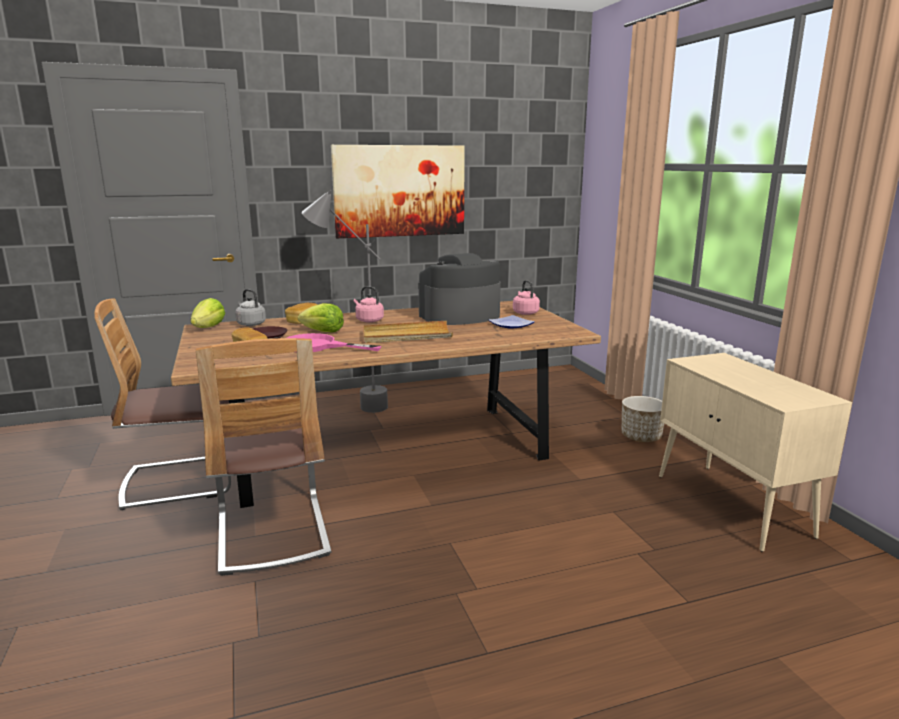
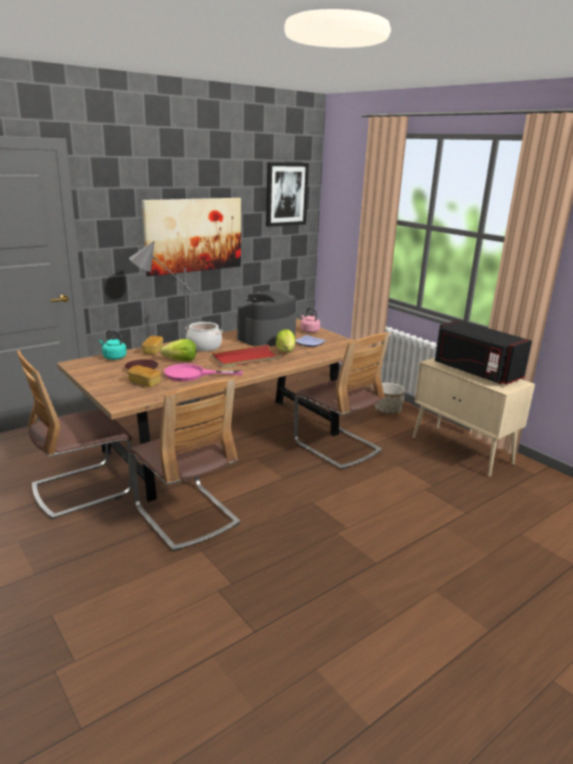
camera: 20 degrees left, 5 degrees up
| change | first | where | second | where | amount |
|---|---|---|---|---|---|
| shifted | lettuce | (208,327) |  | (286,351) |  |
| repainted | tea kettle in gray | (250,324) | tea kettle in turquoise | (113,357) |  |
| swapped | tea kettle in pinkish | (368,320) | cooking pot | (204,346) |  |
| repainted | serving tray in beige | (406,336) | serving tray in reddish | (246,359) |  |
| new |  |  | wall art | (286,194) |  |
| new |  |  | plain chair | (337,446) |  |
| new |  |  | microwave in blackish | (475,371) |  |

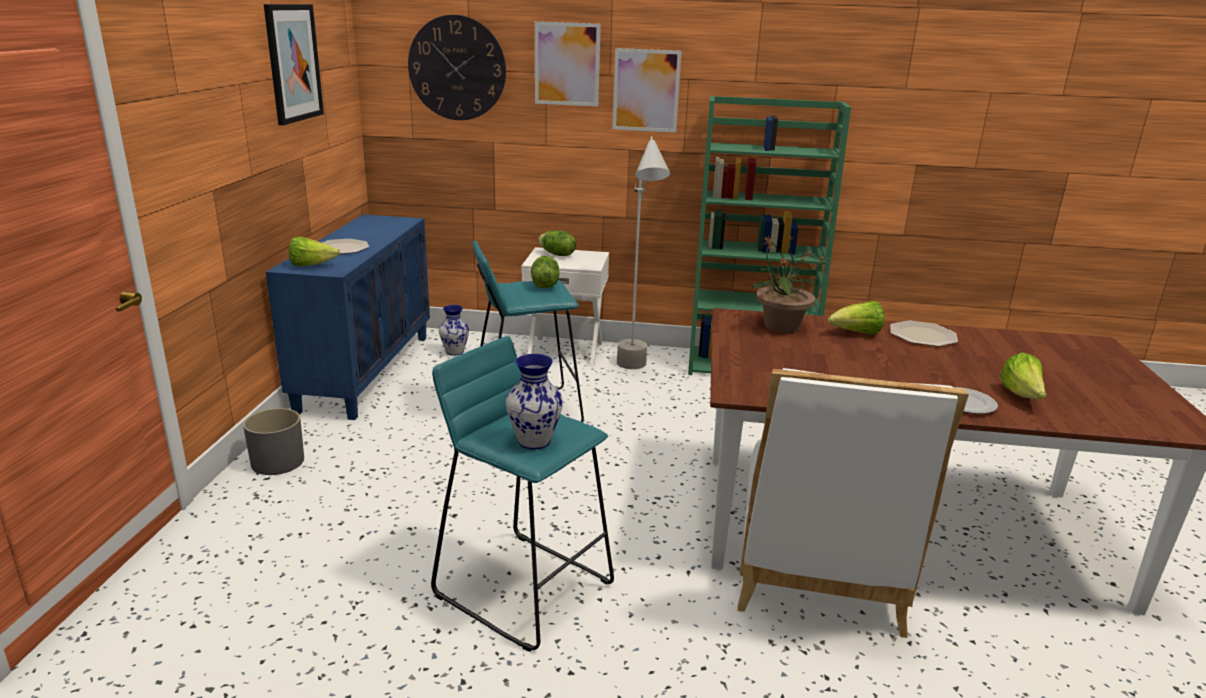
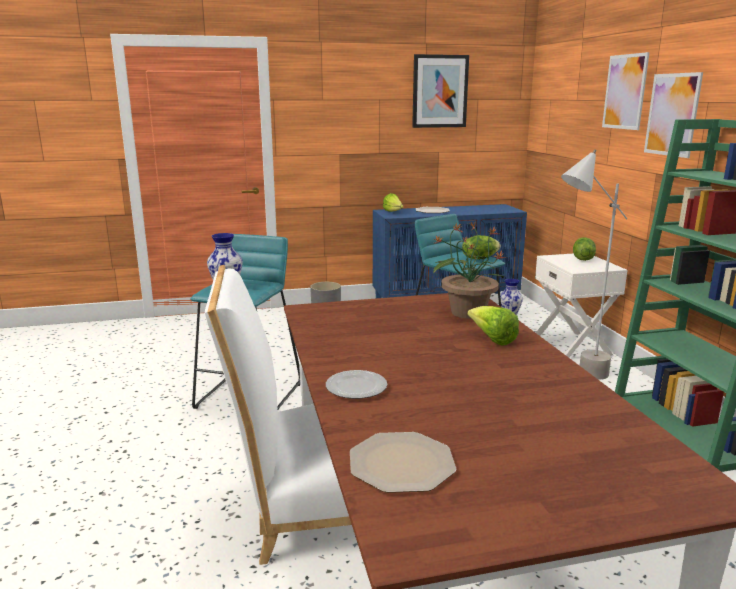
camera: 70 degrees right, 5 degrees down
| change | first | where | second | where | amount |
|---|---|---|---|---|---|
| gone | hanging clock | (457,68) |  |  |  |
| shifted | flat dish | (923,335) |  | (402,464) |  |
| gone | lettuce | (1022,396) |  |  |  |

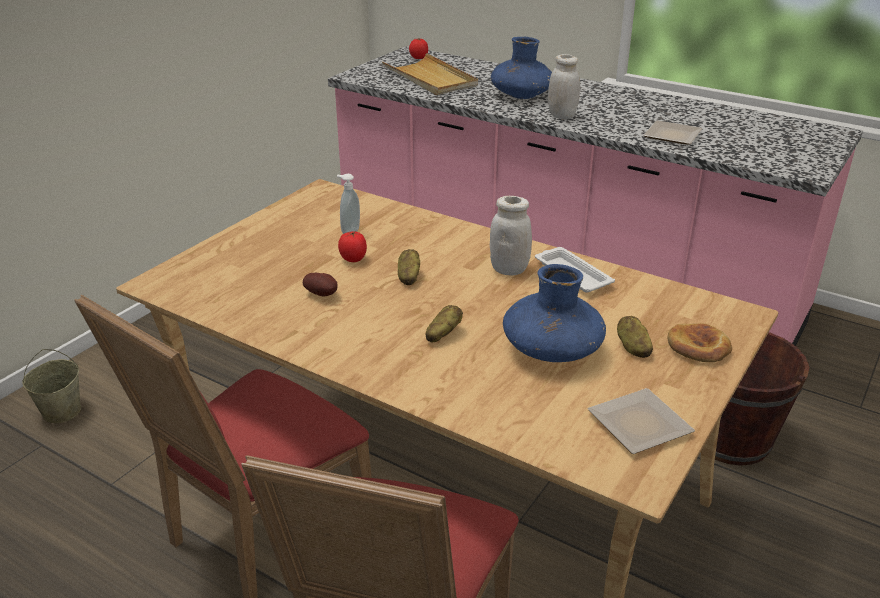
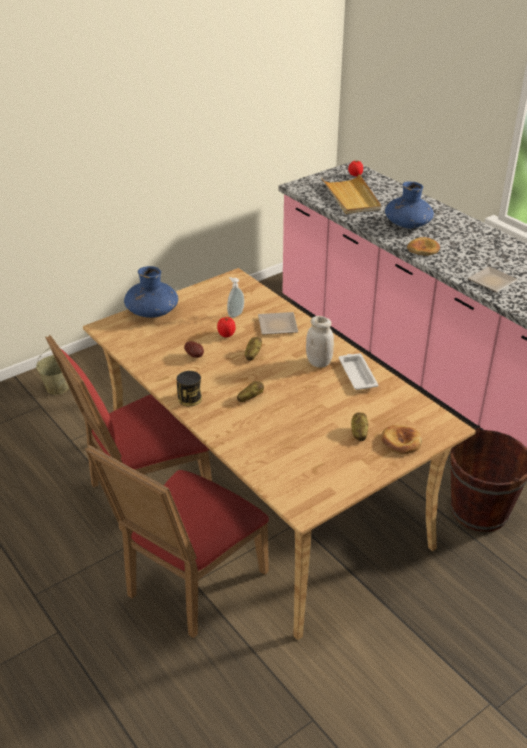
camera: 20 degrees right, 5 degrees up
| change | first | where | second | where | amount |
|---|---|---|---|---|---|
| shifted | decorative vase in blue-coloured | (552,349) |  | (152,311) |  |
| swapped | jar in white-coloured | (561,116) | baked bread | (423,249) |  |
| shifted | flat dish | (640,422) |  | (279,325) |  |
| new |  |  | can | (190,398) |  |

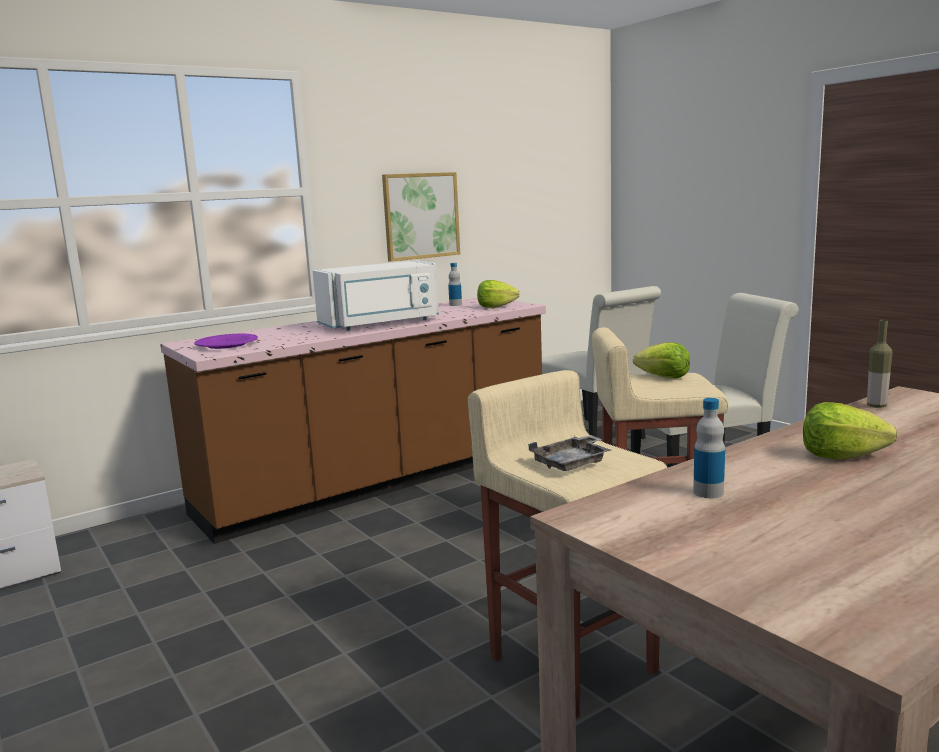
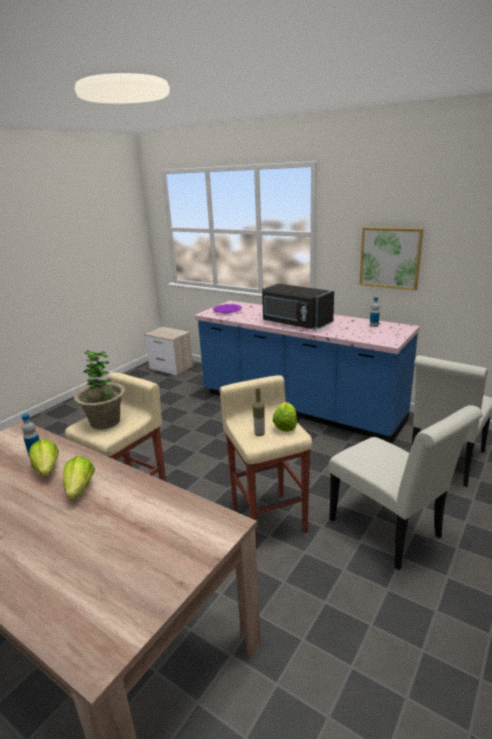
camera: 70 degrees right, 10 degrees up
| change | first | where | second | where | amount |
|---|---|---|---|---|---|
| repainted | kitchen counter in brown | (380,482) | kitchen counter in blue-coloured | (298,407) |  |
| repainted | microwave in white-coloured | (381,323) | microwave in blackish | (295,323) |  |
| shifted | lettuce | (496,306) |  | (47,470) |  |
| swapped | serving tray in gray | (572,463) | houseplant | (105,422) |  |
| shifted | beverage bottle | (876,406) |  | (259,434) |  |

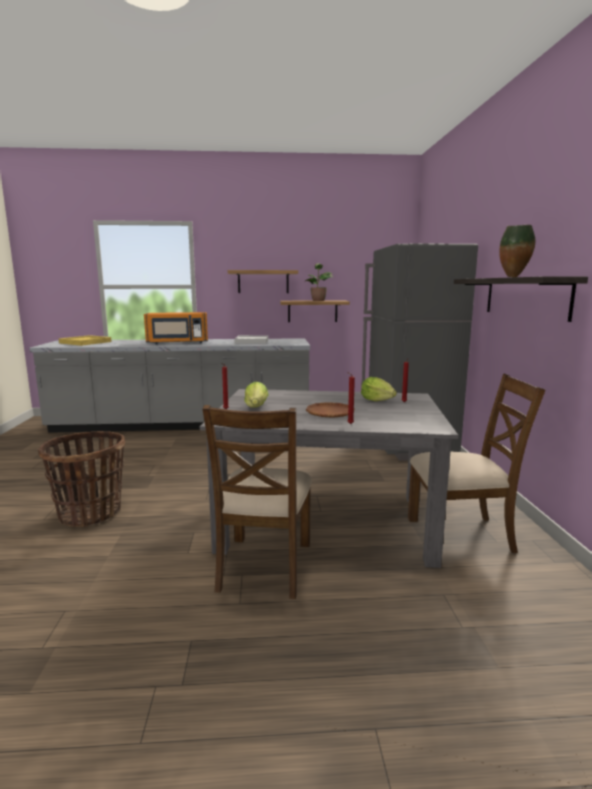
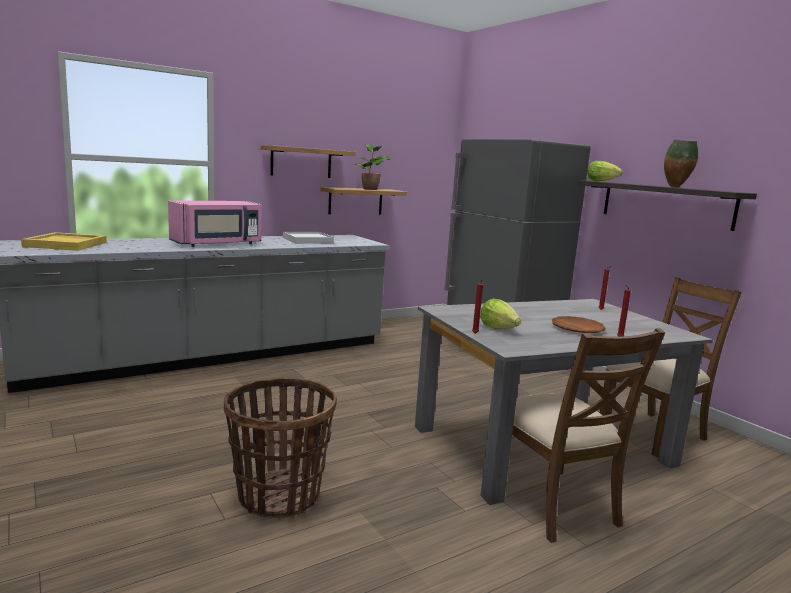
camera: 30 degrees left, 0 degrees up
| change | first | where | second | where | amount |
|---|---|---|---|---|---|
| repainted | microwave in orange | (178,343) | microwave in pinkish | (218,244) |  |
| shifted | lettuce | (377,401) |  | (601,181) |  |

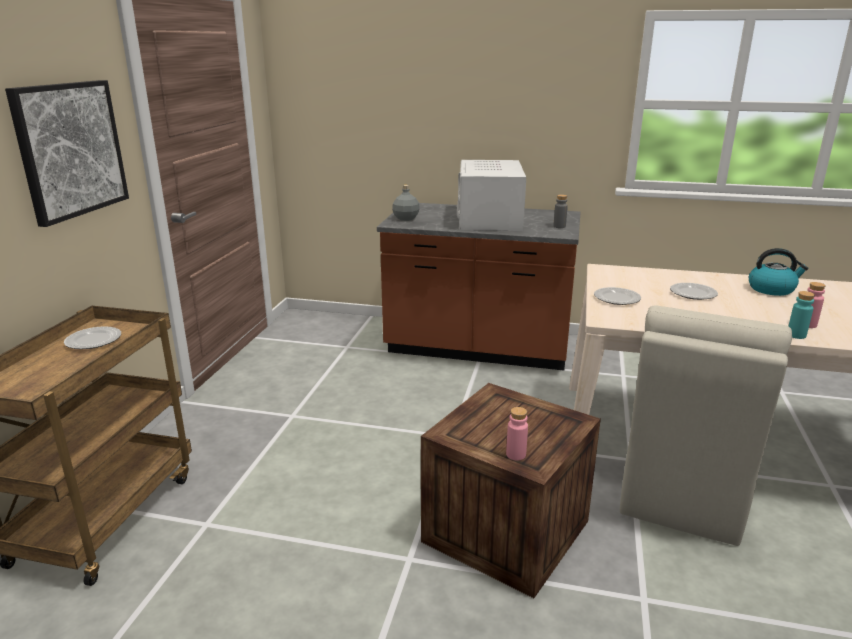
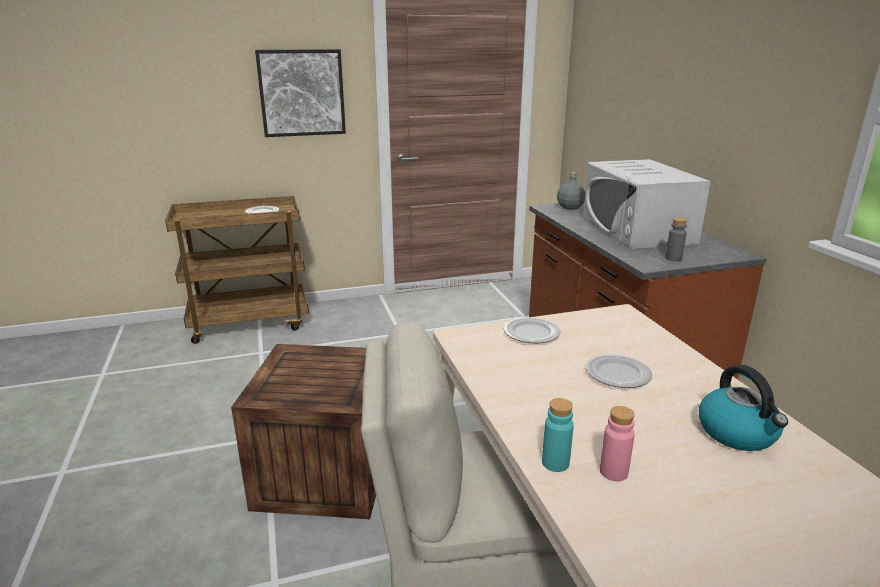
camera: 60 degrees right, 0 degrees up
| change | first | where | second | where | amount |
|---|---|---|---|---|---|
| rotated | microwave in white-coloured | (489,218) |  | (637,230) | 75 degrees counterclockwise |
| gone | beverage bottle in pinkish | (516,454) |  |  |  |

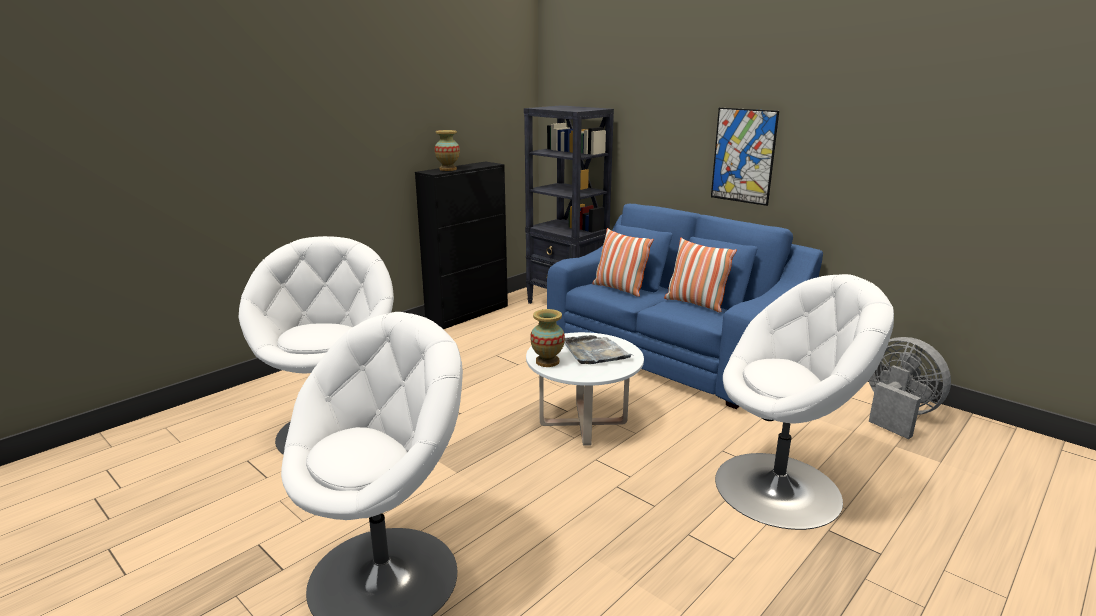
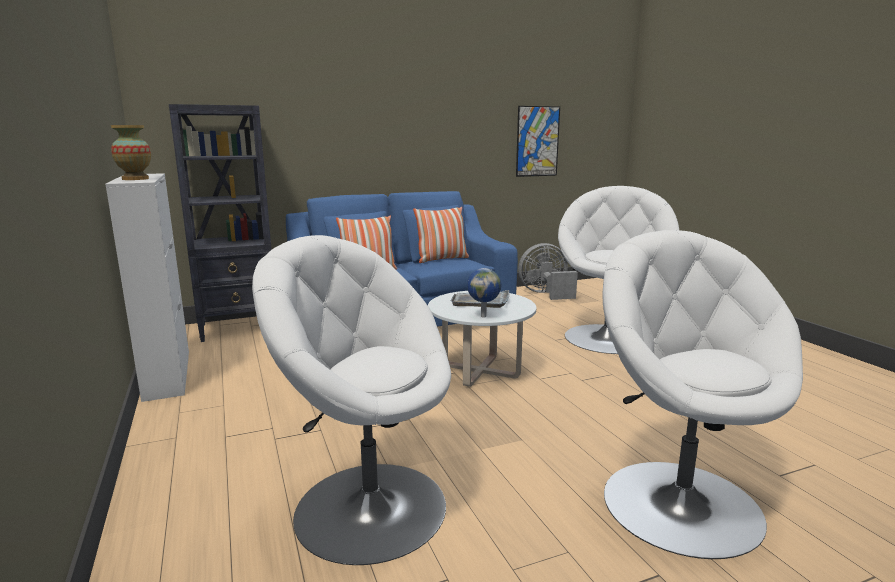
camera: 65 degrees left, 5 degrees down
| change | first | where | second | where | amount |
|---|---|---|---|---|---|
| repainted | storage cabinet in blackish | (468,314) | storage cabinet in white-coloured | (167,374) |  |
| swapped | decorative vase | (547,362) | globe | (483,316) |  |
| shifted | wall art | (743,156) |  | (537,141) |  |

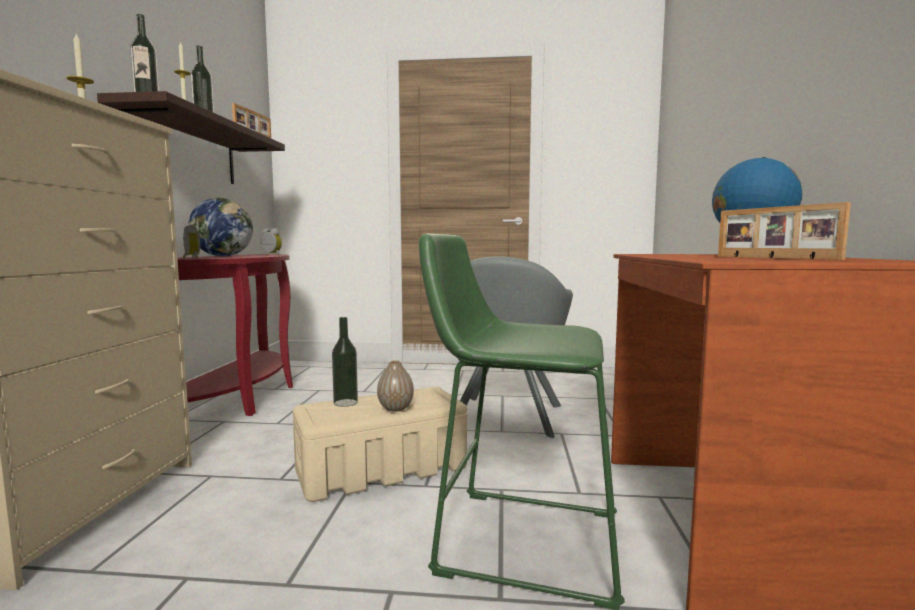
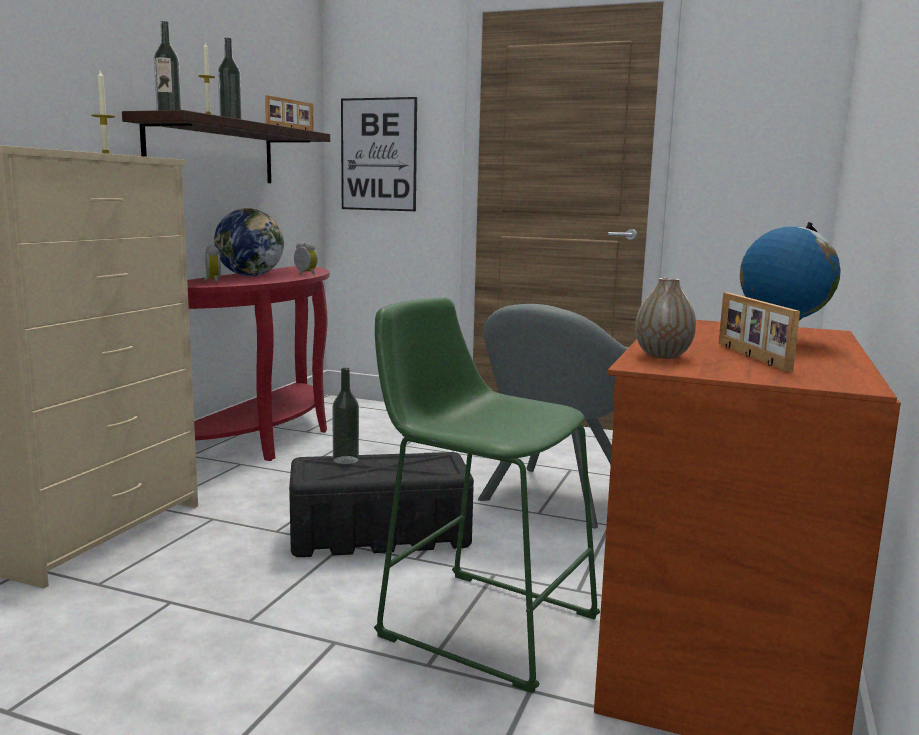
camera: 15 degrees right, 5 degrees up
| change | first | where | second | where | amount |
|---|---|---|---|---|---|
| repainted | storage bin in beige | (380,469) | storage bin in blackish | (378,535) |  |
| shifted | decorative vase | (395,408) |  | (662,356) |  |
| new |  |  | wall art | (378,154) |  |

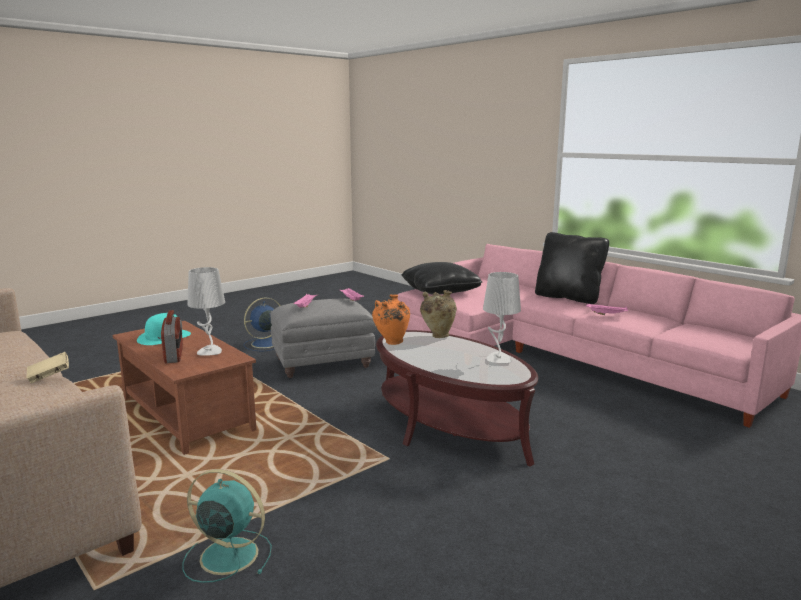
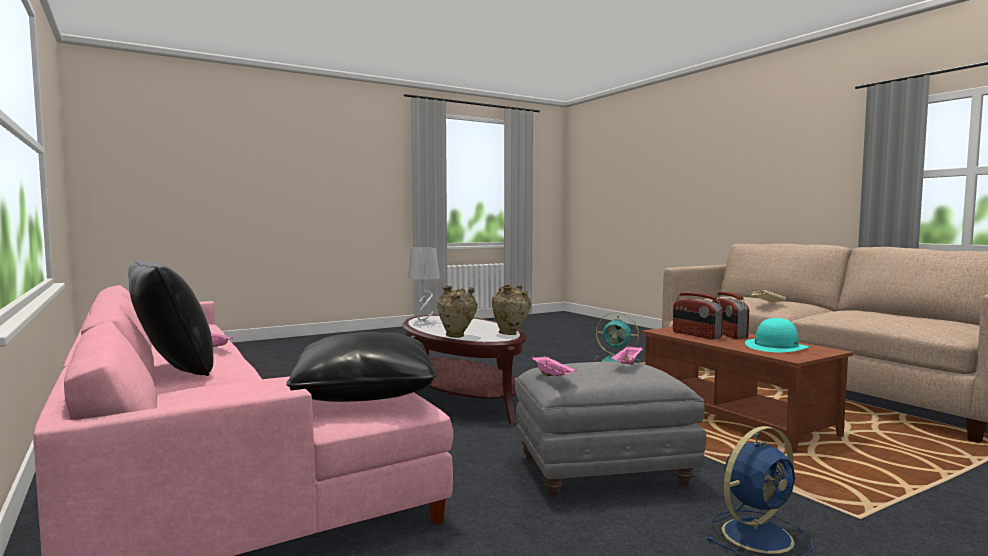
camera: 170 degrees left, 10 degrees down
| change | first | where | second | where | amount |
|---|---|---|---|---|---|
| swapped | lamp for a table in gray | (209,351) | radio set | (696,335) |  |
| repainted | decorative vase in orange | (391,343) | decorative vase in beige | (511,334) |  |

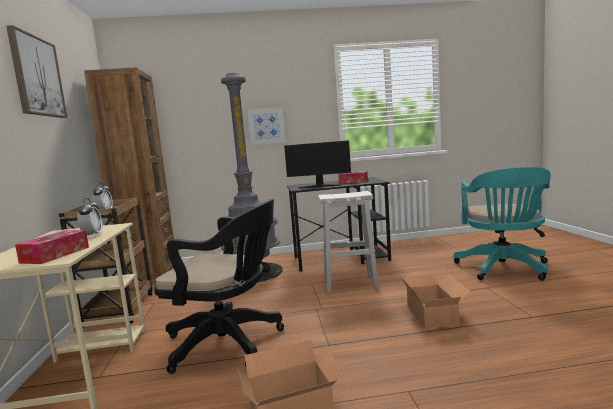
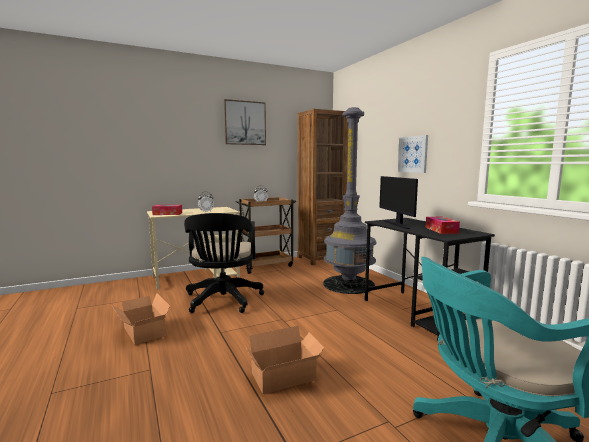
camera: 70 degrees right, 0 degrees up
| change | first | where | second | where | amount |
|---|---|---|---|---|---|
| gone | stool seat in white-coloured | (349,285) |  |  |  |

